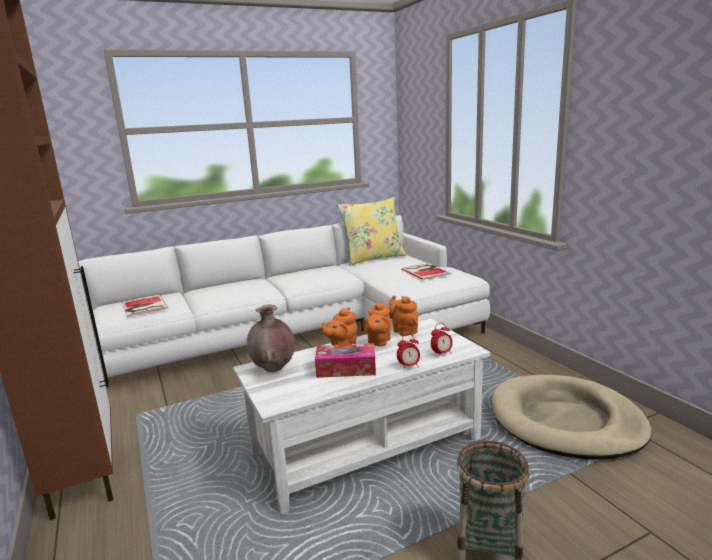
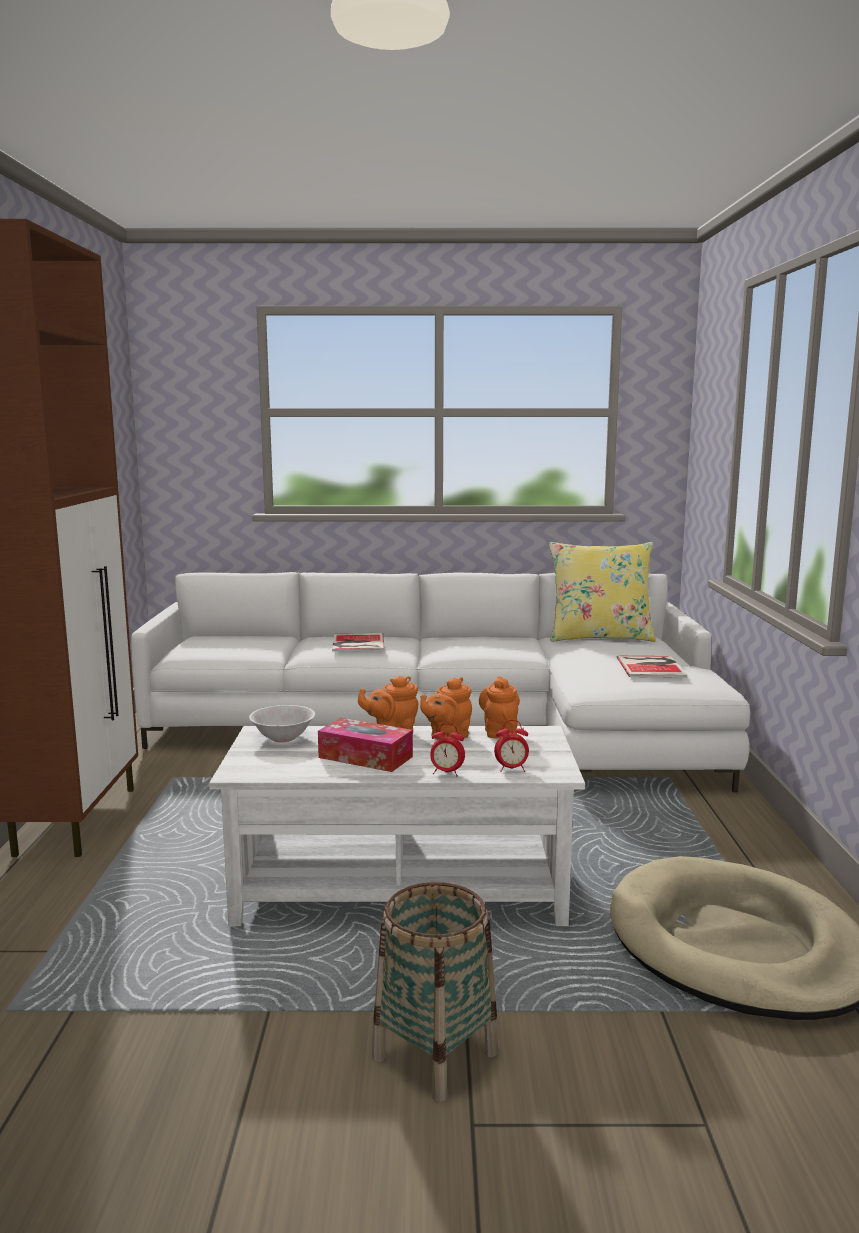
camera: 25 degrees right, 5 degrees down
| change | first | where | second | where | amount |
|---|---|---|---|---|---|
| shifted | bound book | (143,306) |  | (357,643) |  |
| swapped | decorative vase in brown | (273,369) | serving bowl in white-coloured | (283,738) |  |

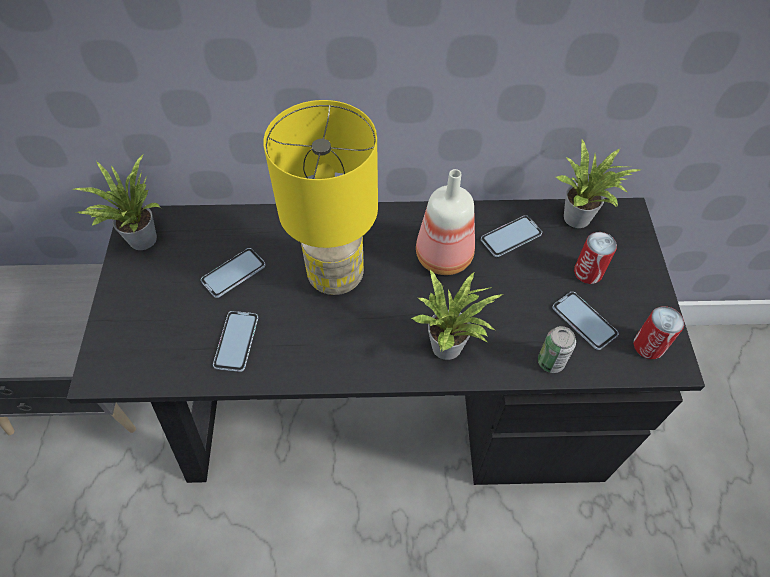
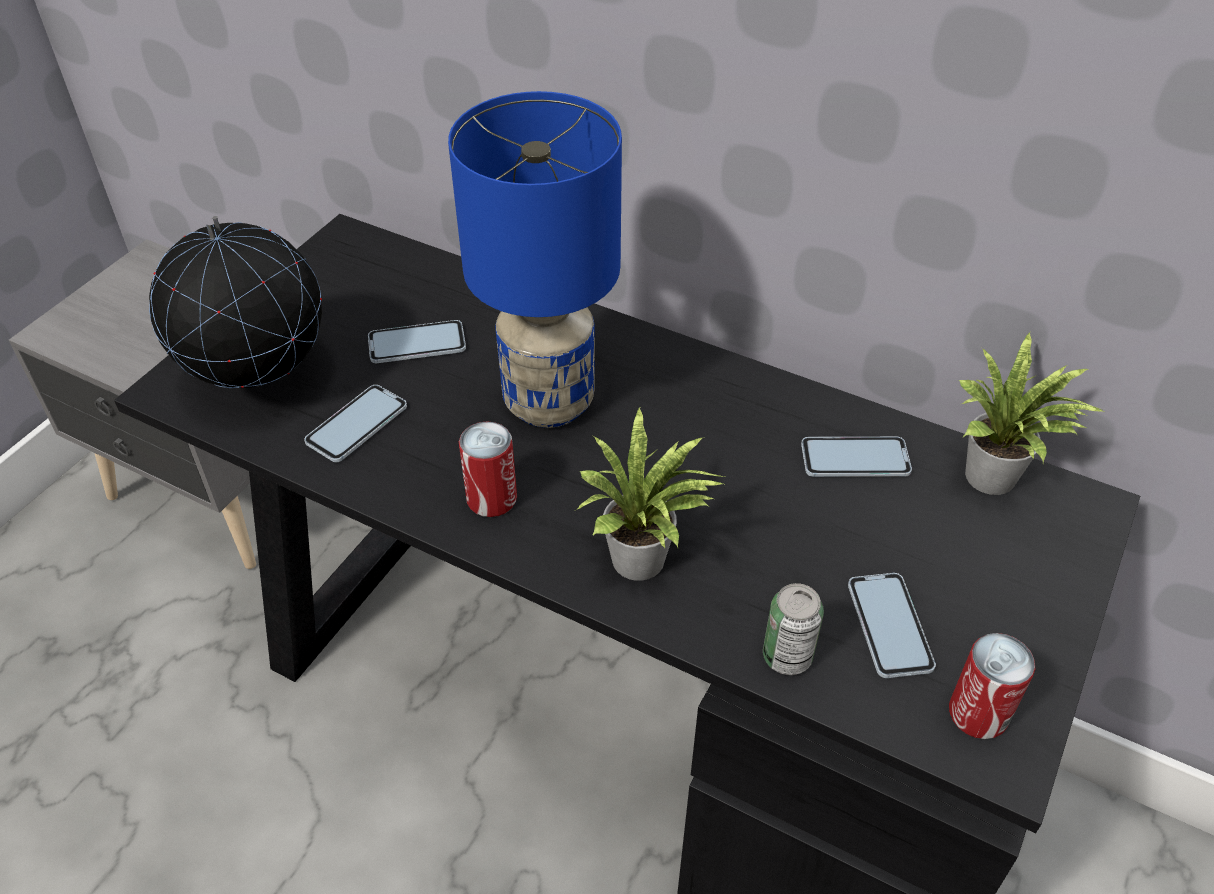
camera: 30 degrees right, 10 degrees down
| change | first | where | second | where | amount |
|---|---|---|---|---|---|
| gone | houseplant | (139,238) |  |  |  |
| repainted | lamp for a table in yellow | (335,275) | lamp for a table in blue-coloured | (549,400) |  |
| gone | beverage bottle | (444,258) |  |  |  |
| shifted | can | (588,272) |  | (491,498) |  |
| new |  |  | globe | (261,383) |  |

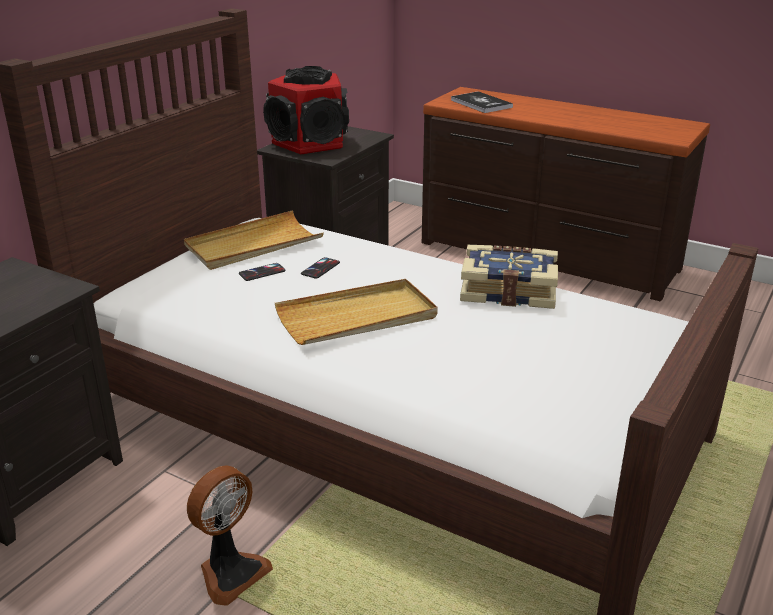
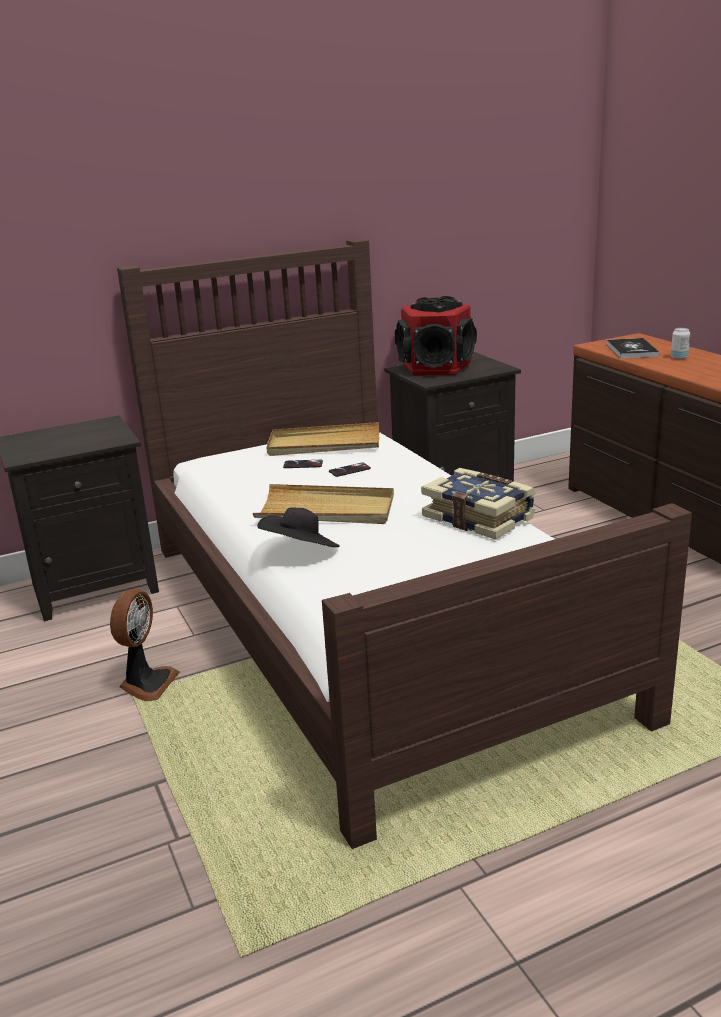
camera: 35 degrees right, 5 degrees down
| change | first | where | second | where | amount |
|---|---|---|---|---|---|
| rotated | electric fan | (231,572) |  | (146,684) | 60 degrees counterclockwise |
| new |  |  | clothing hat in blackish | (301,551) |  |
| new |  |  | can | (679,357) |  |

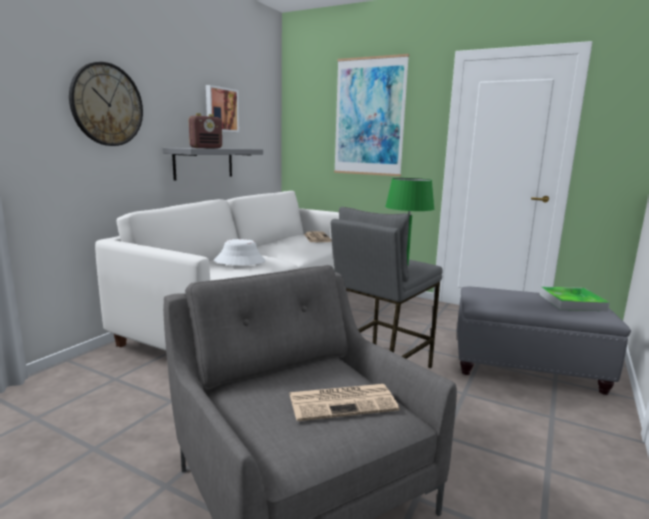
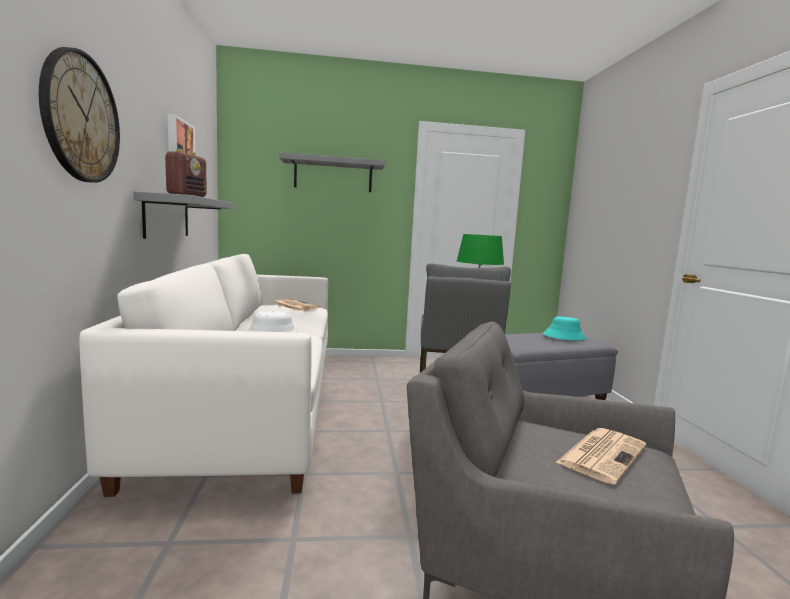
camera: 35 degrees left, 5 degrees down
| change | first | where | second | where | amount |
|---|---|---|---|---|---|
| swapped | wall art | (369,117) | wall shelf in gray | (333,175) |  |
| swapped | serving tray | (572,302) | clothing hat in turquoise | (564,336) |  |

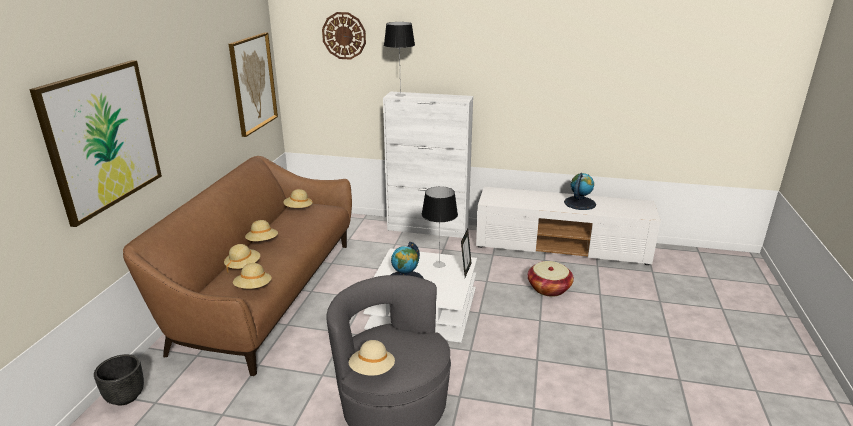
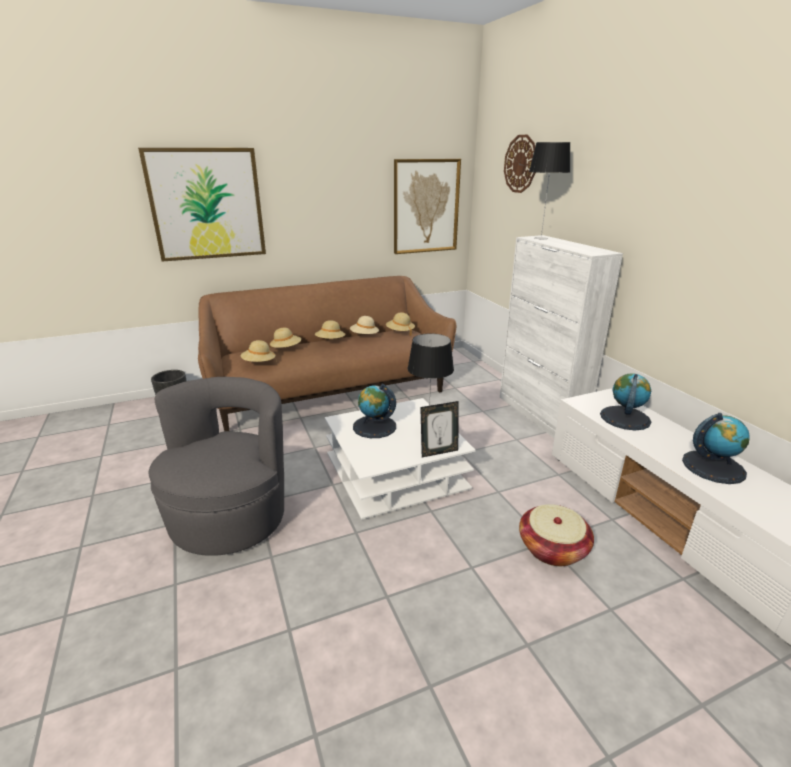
camera: 55 degrees right, 0 degrees up
| change | first | where | second | where | amount |
|---|---|---|---|---|---|
| shifted | clothing hat in beige | (372,370) |  | (364,336) |  |
| new |  |  | globe | (624,418) |  |

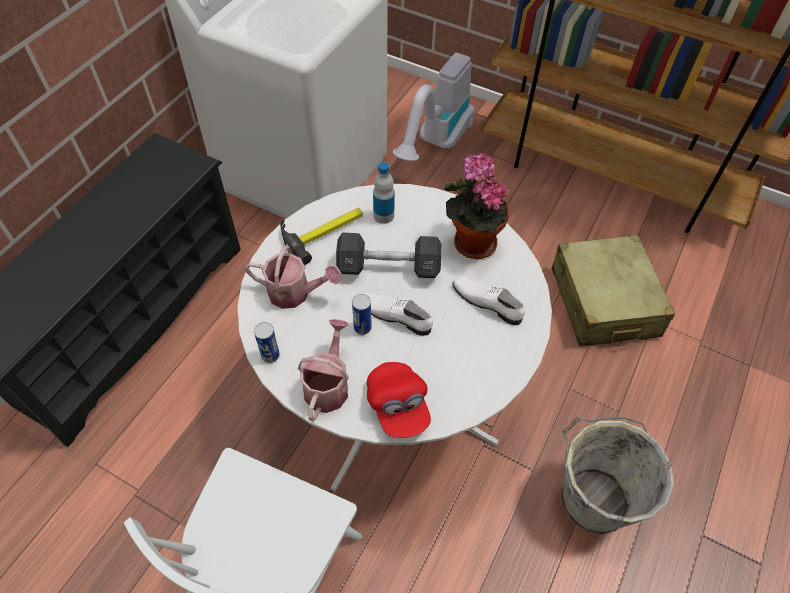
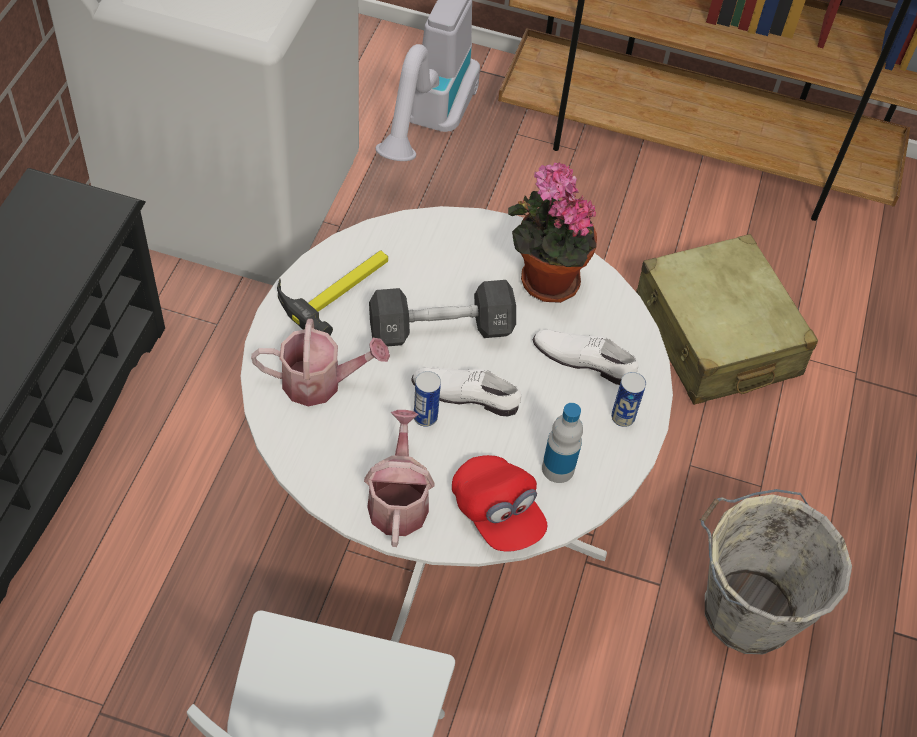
camera: 15 degrees left, 0 degrees up
| change | first | where | second | where | amount |
|---|---|---|---|---|---|
| shifted | can | (270,355) |  | (623,417) |  |
| shifted | beverage bottle | (383,215) |  | (558,468) |  |

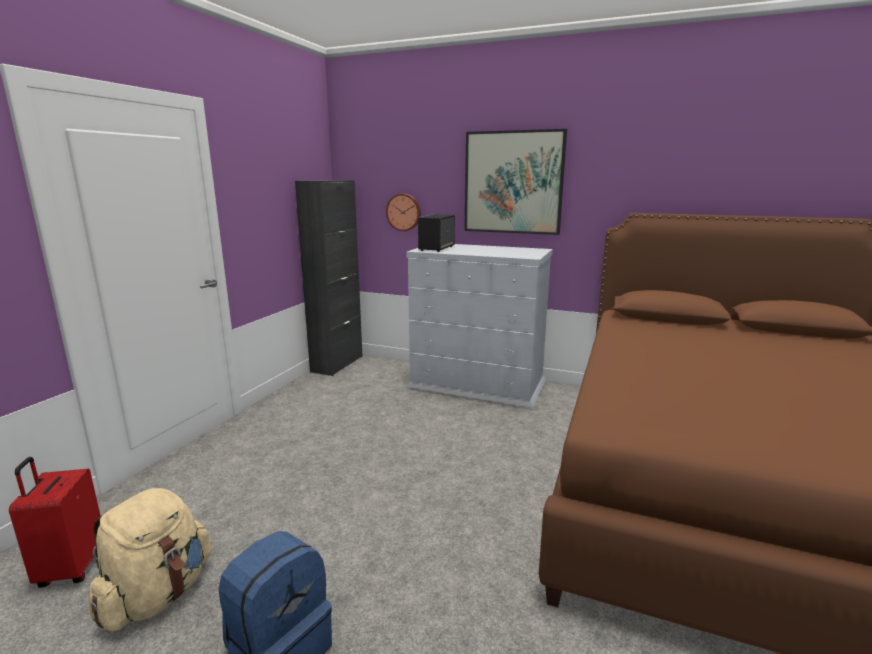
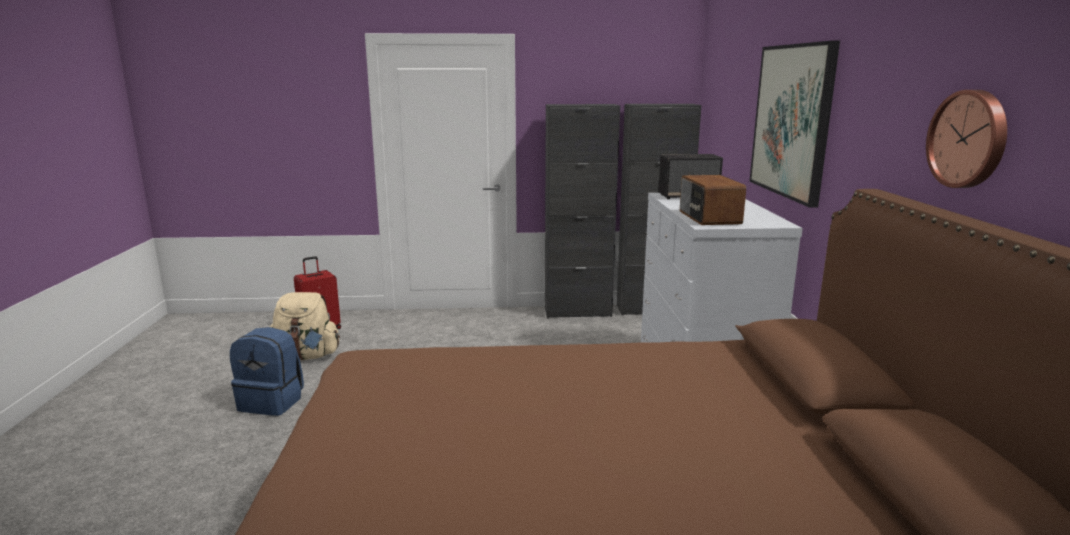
camera: 65 degrees right, 0 degrees up
| change | first | where | second | where | amount |
|---|---|---|---|---|---|
| shifted | hanging clock | (404,212) |  | (969,139) |  |
| new |  |  | storage cabinet in blackish | (577,312) |  |
| new |  |  | radio set | (708,217) |  |

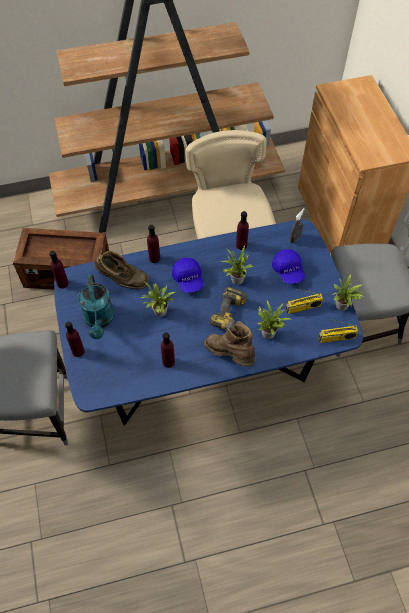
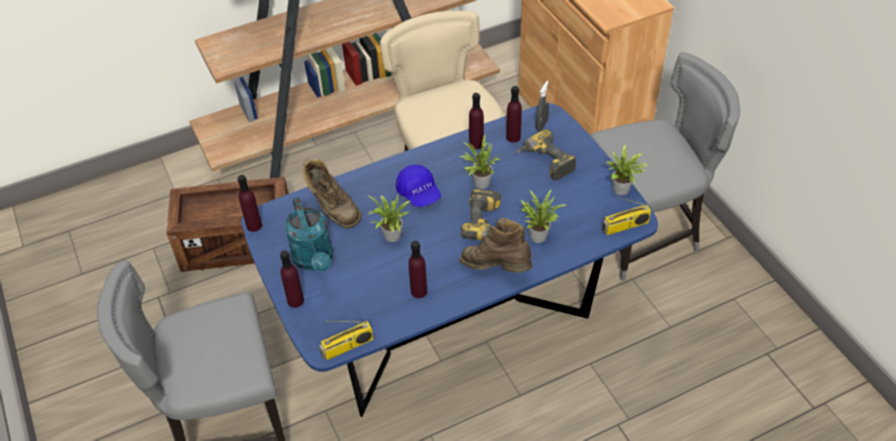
camera: 10 degrees left, 10 degrees down
| change | first | where | second | where | amount |
|---|---|---|---|---|---|
| rotated | boot in brown | (122,280) |  | (332,209) | 45 degrees clockwise |
| shifted | beverage bottle in purple | (154,258) |  | (513,137) |  |
| swapped | cap in blue-coloured | (288,271) | drill | (543,163) |  |
| shifted | radio set | (303,308) |  | (347,347) |  |

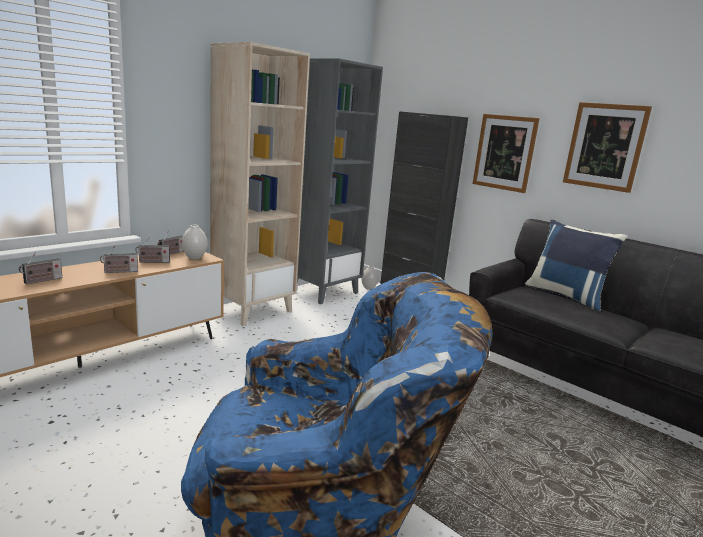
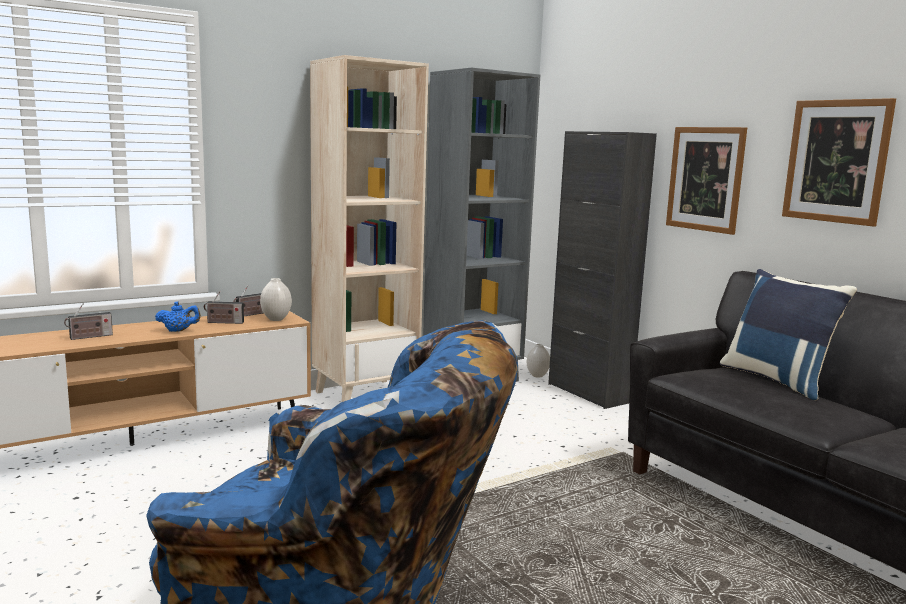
camera: 15 degrees right, 5 degrees down
| change | first | where | second | where | amount |
|---|---|---|---|---|---|
| swapped | radio set | (119,271) | pot for tea in blue-coloured | (178,331) |  |

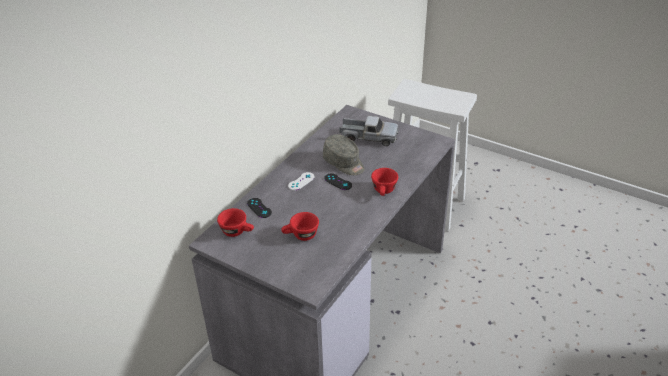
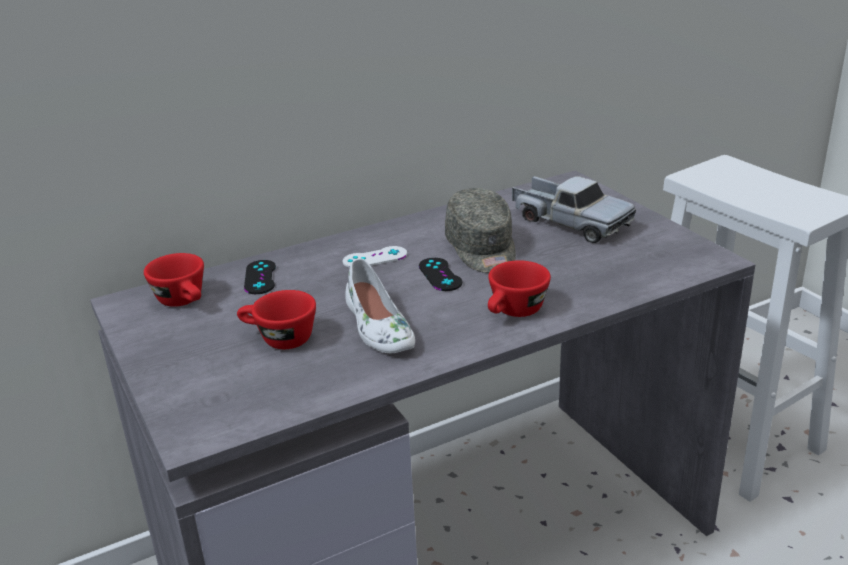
camera: 30 degrees right, 10 degrees down
| change | first | where | second | where | amount |
|---|---|---|---|---|---|
| new |  |  | shoe in white-coloured | (377,327) |  |

